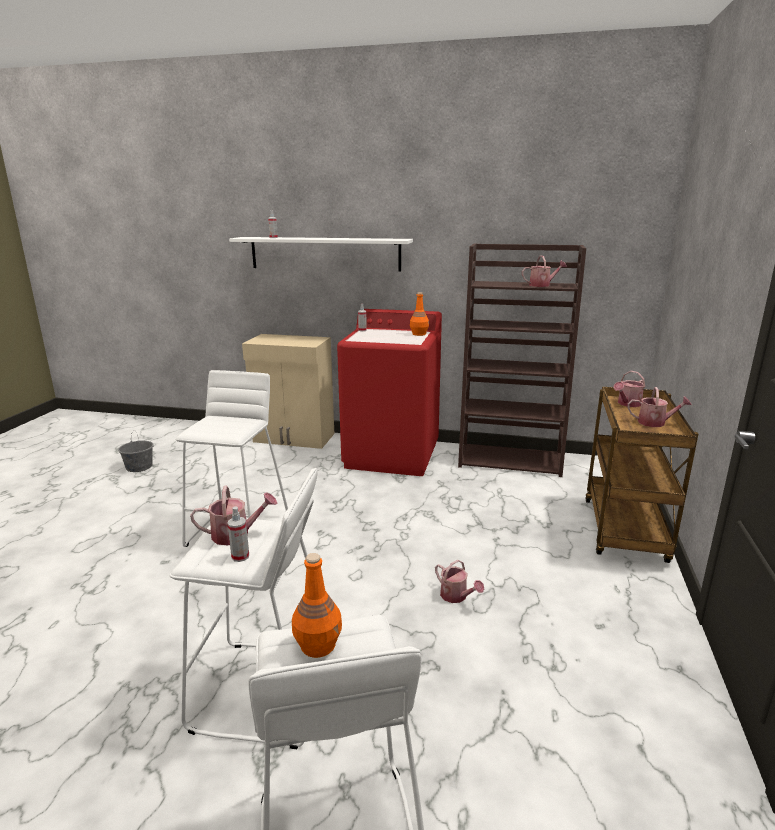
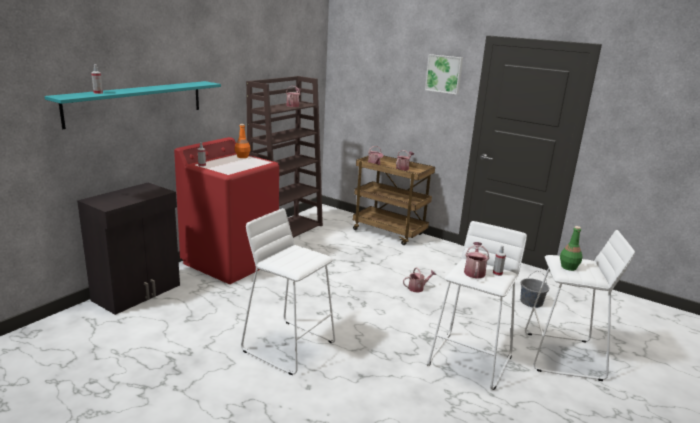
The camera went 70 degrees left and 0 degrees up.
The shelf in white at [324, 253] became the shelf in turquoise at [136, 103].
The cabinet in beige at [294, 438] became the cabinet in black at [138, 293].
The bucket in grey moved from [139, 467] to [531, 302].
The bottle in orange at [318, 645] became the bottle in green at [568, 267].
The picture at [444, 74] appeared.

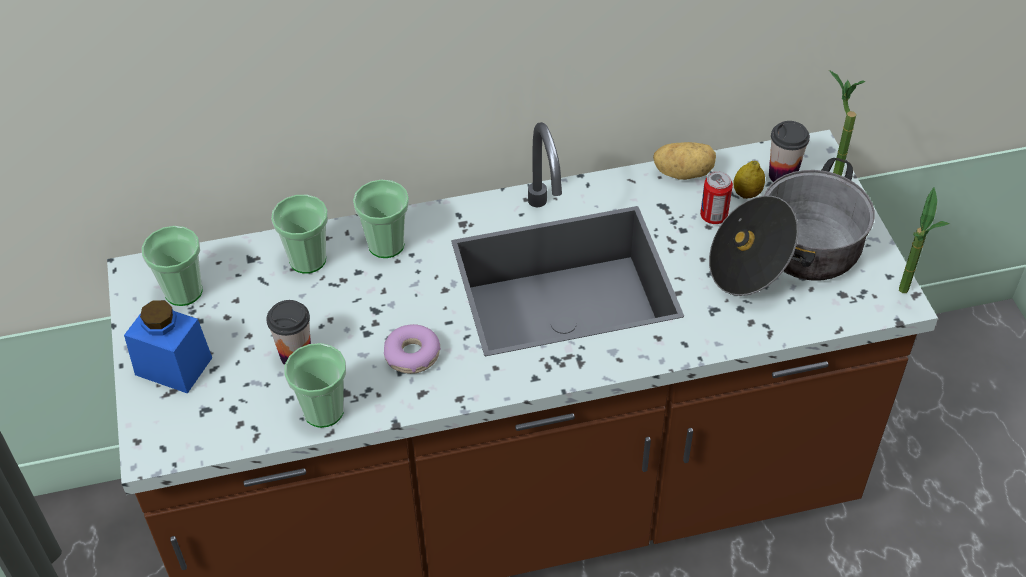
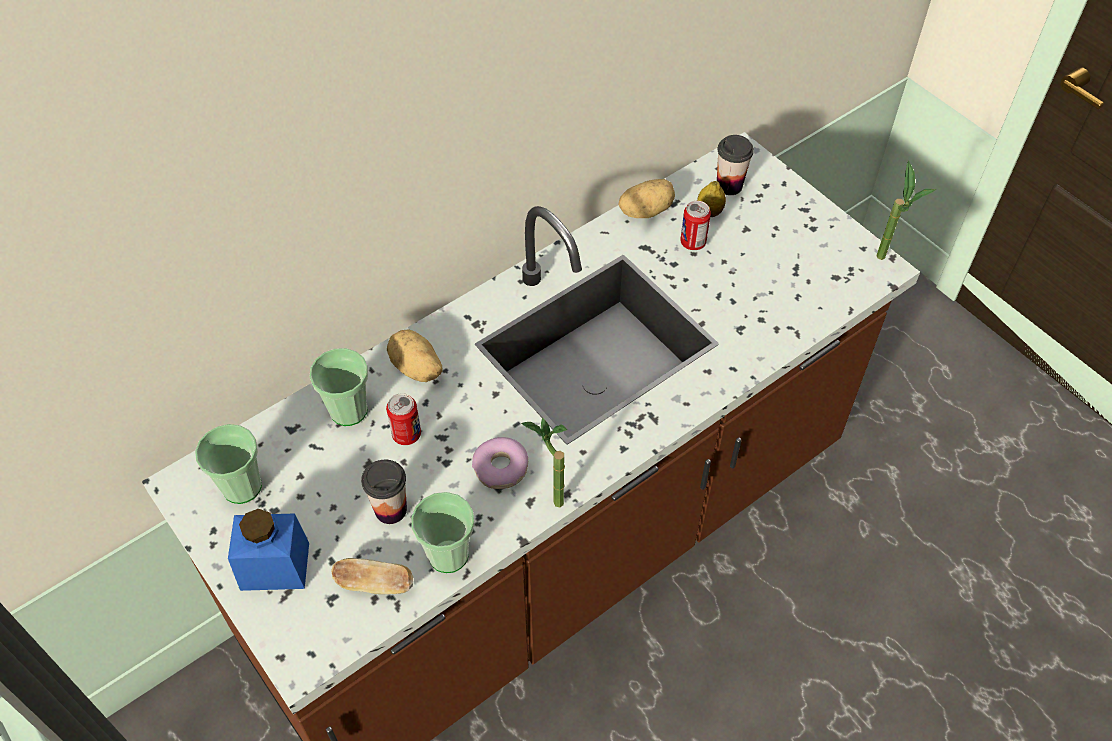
The camera went 25 degrees left and 5 degrees up.
The potted plant moved from [829, 169] to [548, 499].
The cooking pot at [787, 256] disappeared.
The cup at [386, 245] was replaced by the potato at [416, 369].
The can at [406, 434] appeared.
The bread at [375, 584] appeared.

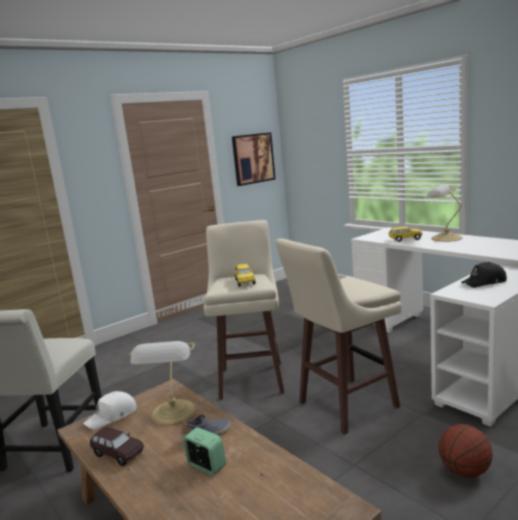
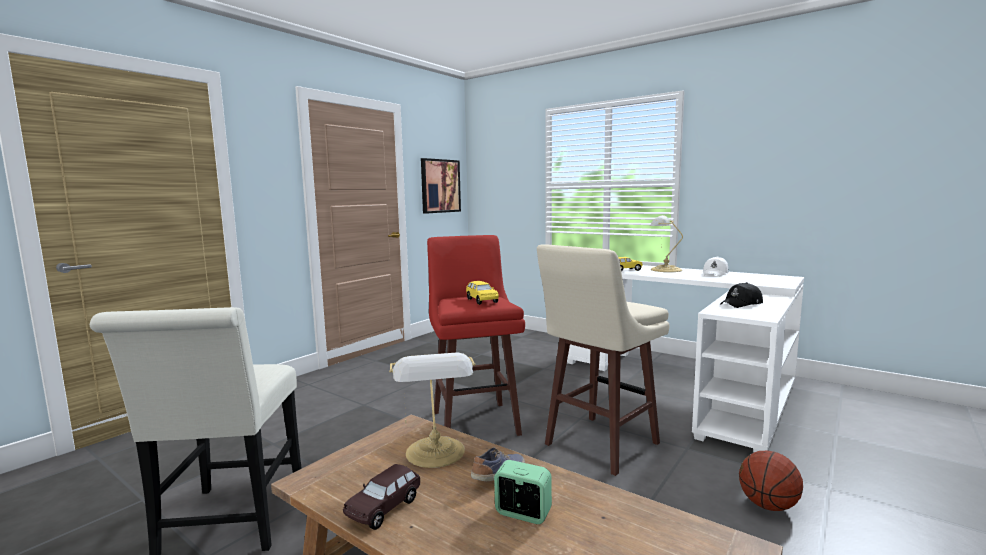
The camera went 15 degrees left and 5 degrees down.
The stool in beige at [252, 379] became the stool in red at [475, 422].
The cap in white moved from [112, 416] to [715, 273].
The toy car in brown at [118, 454] turned 105 degrees clockwise.

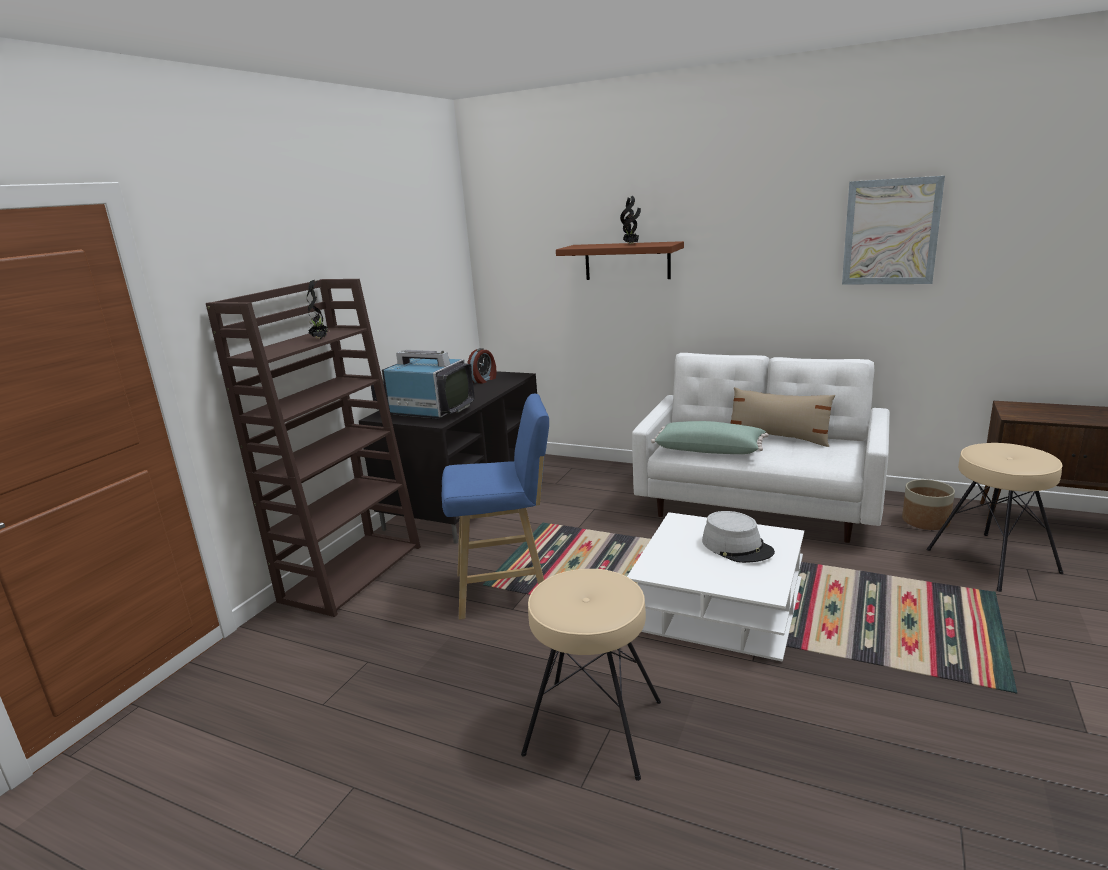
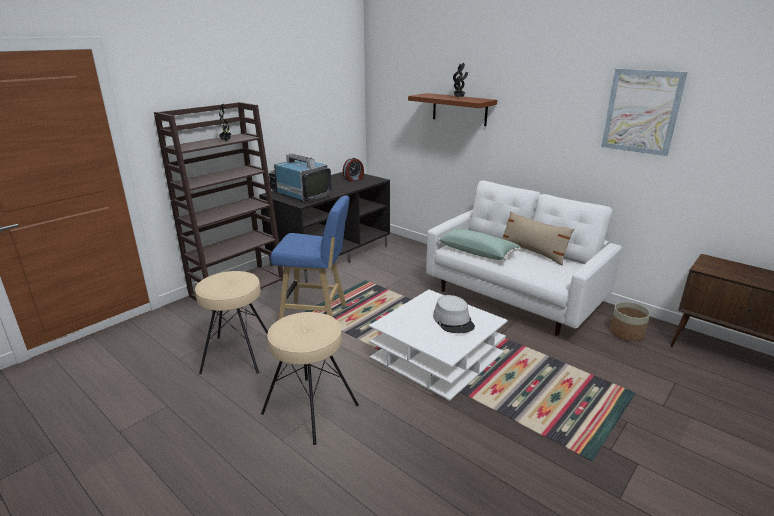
The camera went 15 degrees right and 5 degrees up.
The stool in beige moved from [992, 560] to [237, 354].

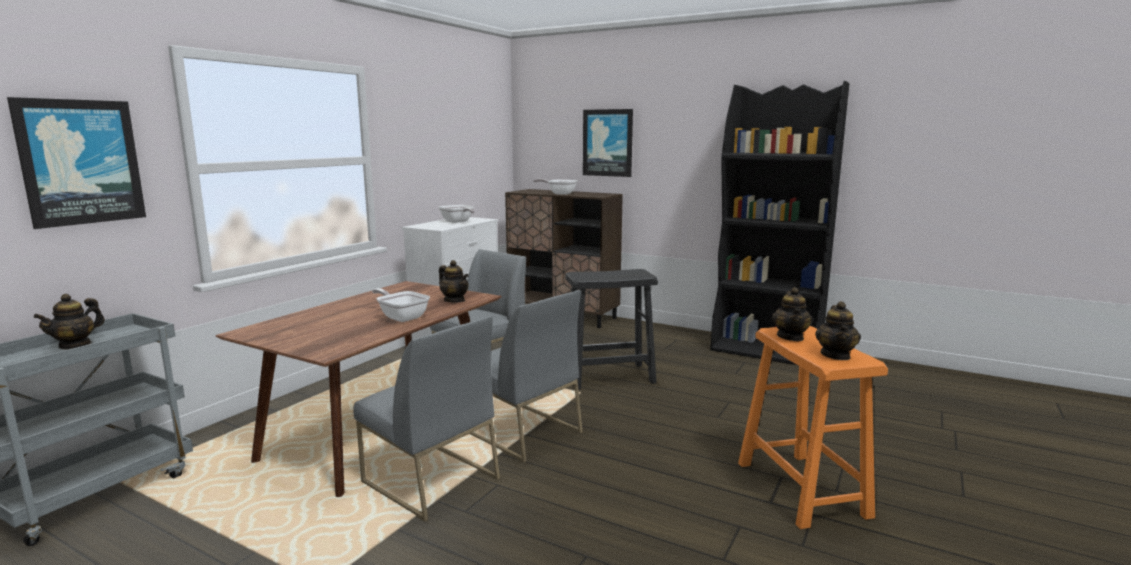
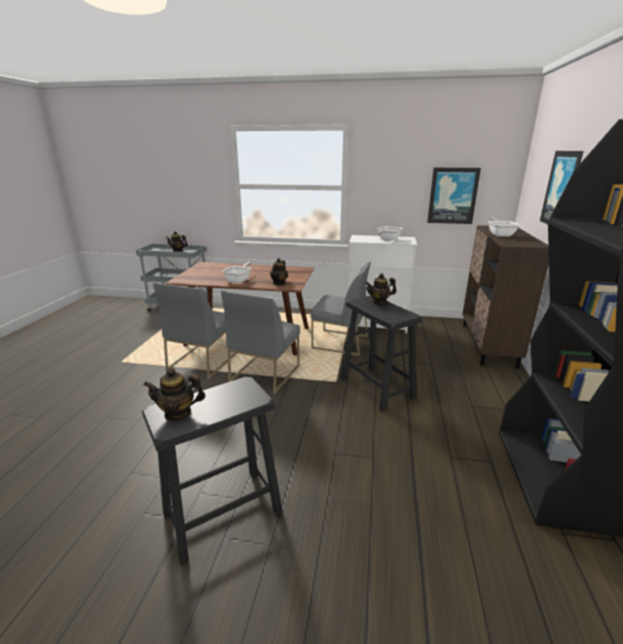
The camera went 70 degrees right and 10 degrees up.
The picture moved from [80, 162] to [452, 196].
The teapot moved from [790, 337] to [379, 302].
The stool in orange at [801, 488] became the stool in black at [223, 512].

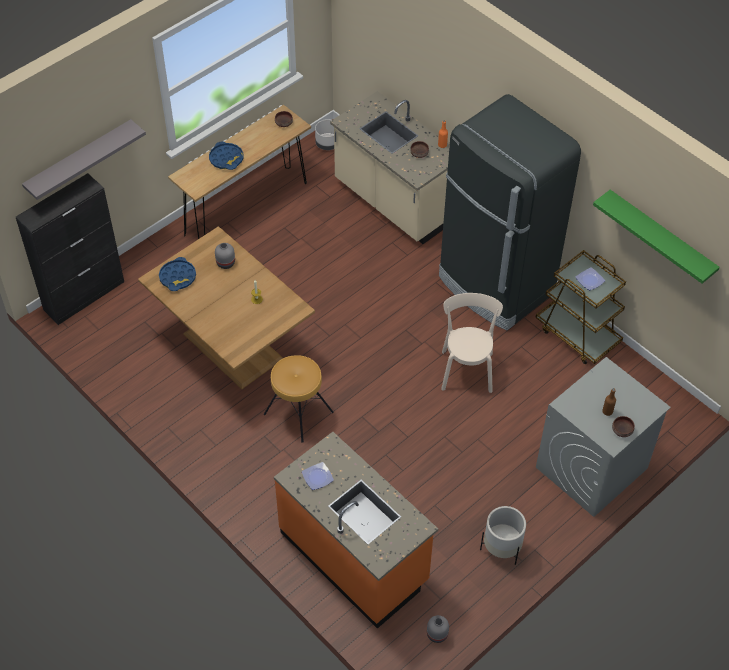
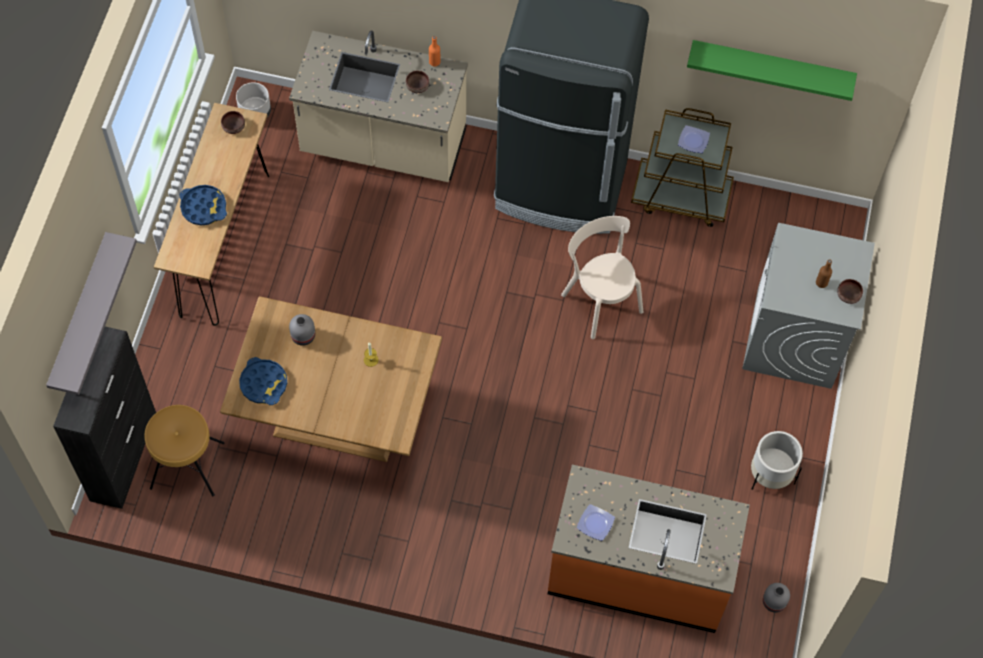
The camera went 35 degrees left and 10 degrees up.
The stool in brown moved from [298, 413] to [187, 466].

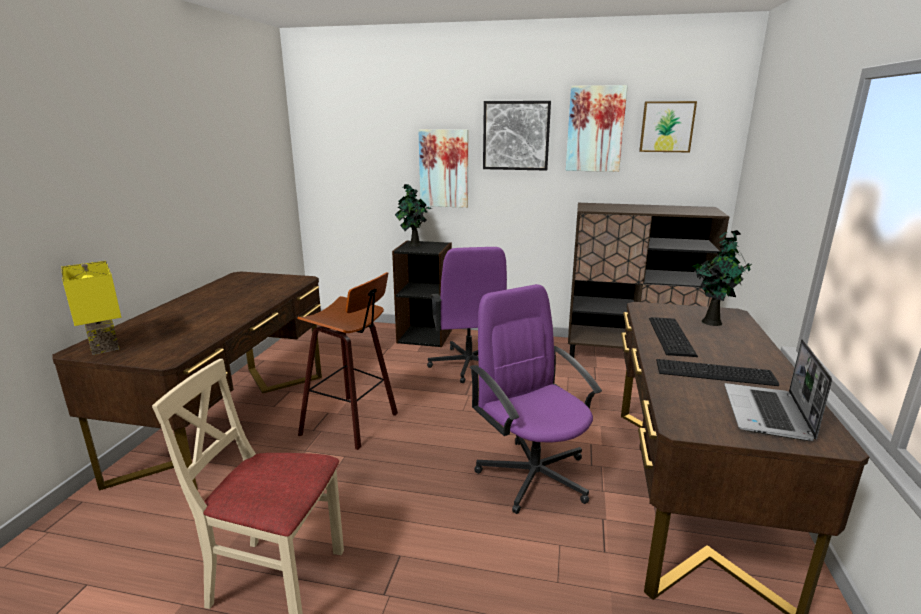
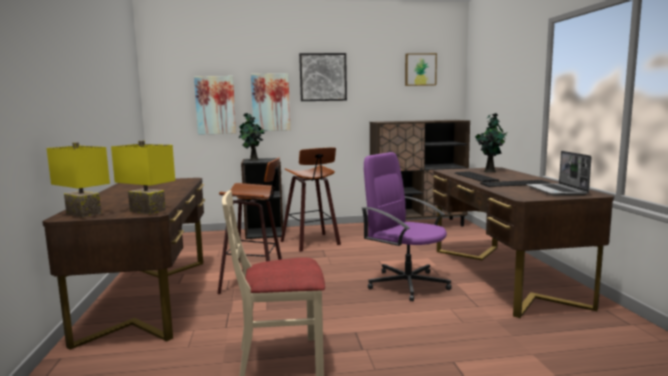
The camera went 20 degrees left and 10 degrees down.
The picture moved from [595, 129] to [215, 105].
The office chair in purple at [468, 365] was replaced by the stool at [312, 243].
The table lamp in yellow at [149, 210] appeared.

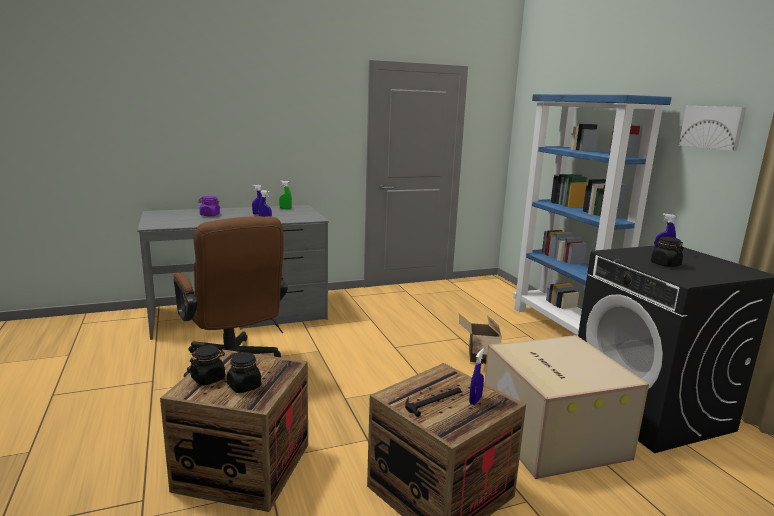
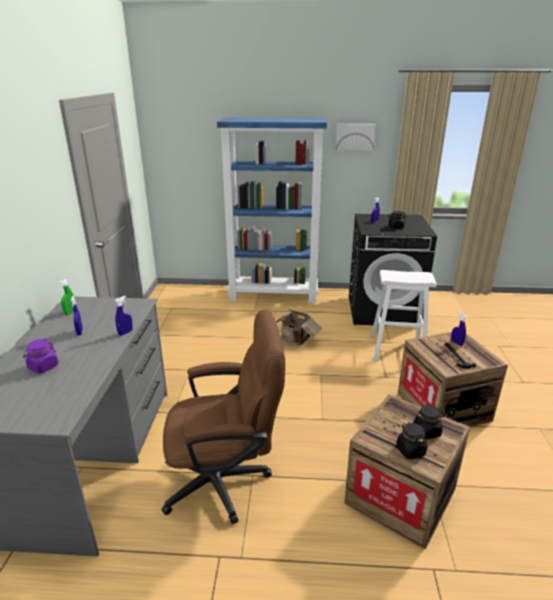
The camera went 65 degrees left and 10 degrees up.
The cardboard box at [550, 434] was replaced by the stool in white at [397, 349].

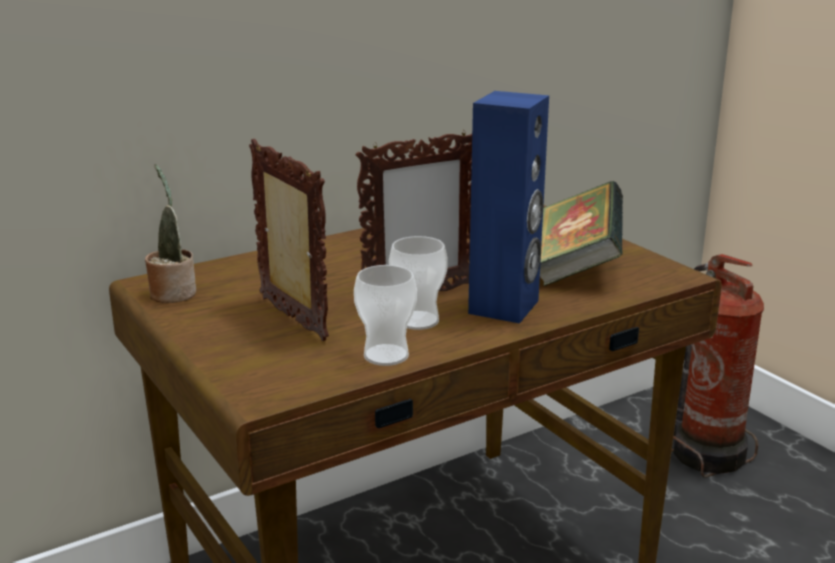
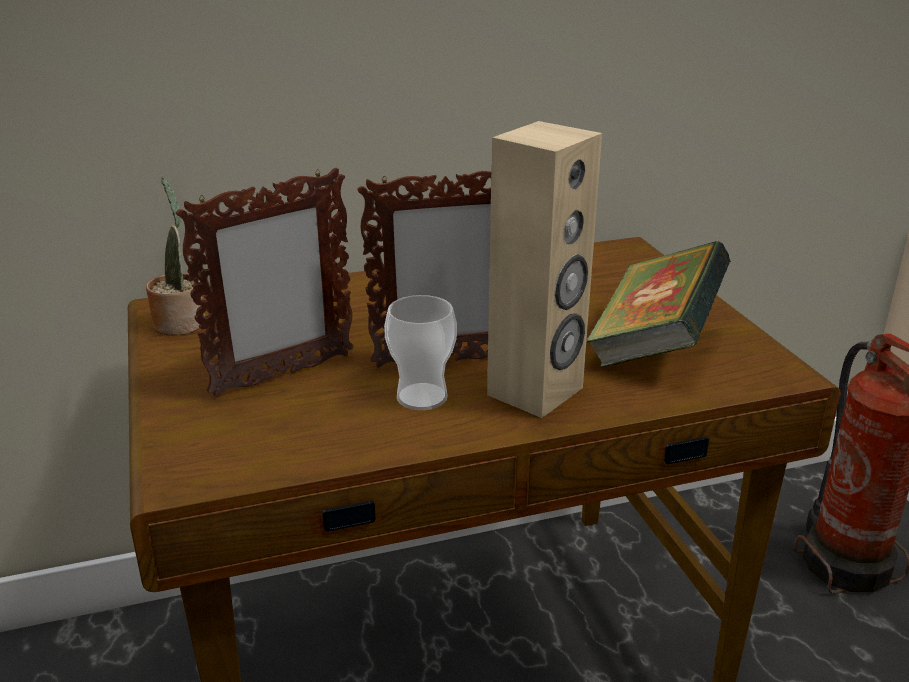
The camera went 15 degrees right and 5 degrees up.
The speaker in blue at [505, 307] became the speaker in beige at [536, 392].
The picture frame at [292, 319] turned 75 degrees clockwise.
The cup at [386, 355] disappeared.

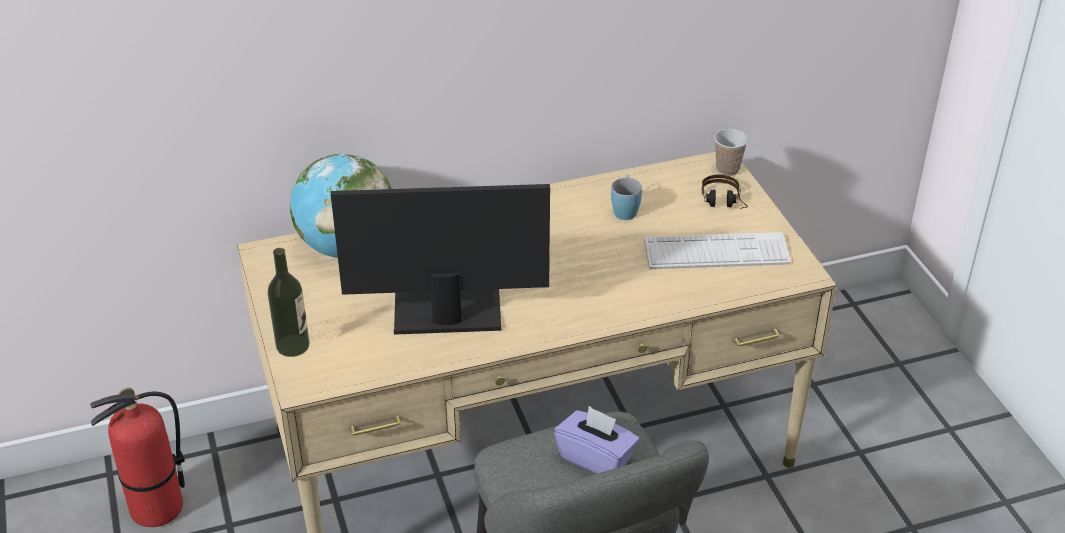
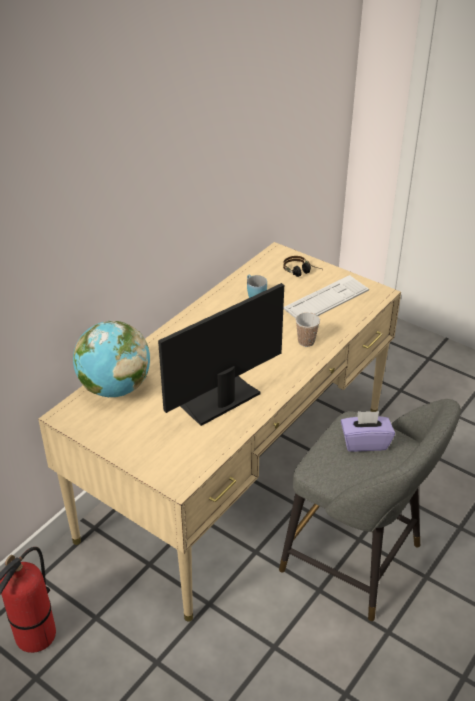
The camera went 35 degrees left and 0 degrees up.
The cup moved from [727, 169] to [306, 342].
The bottle at [292, 345] disappeared.

